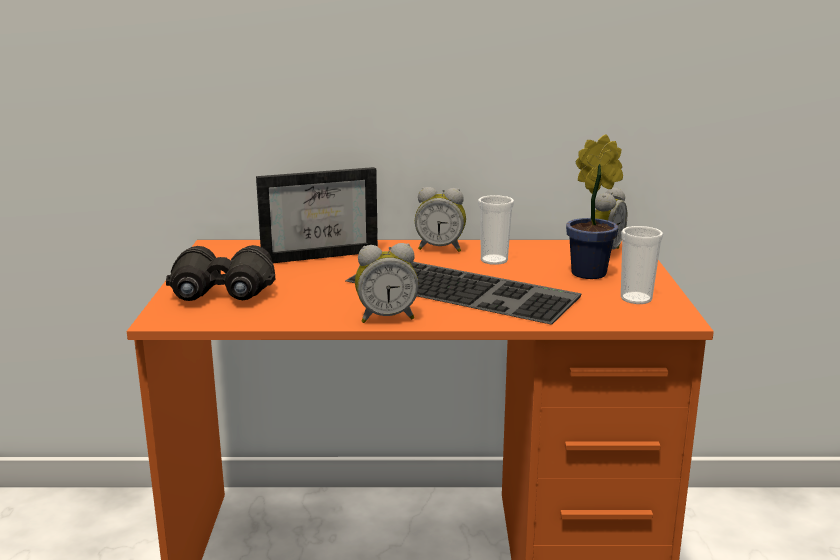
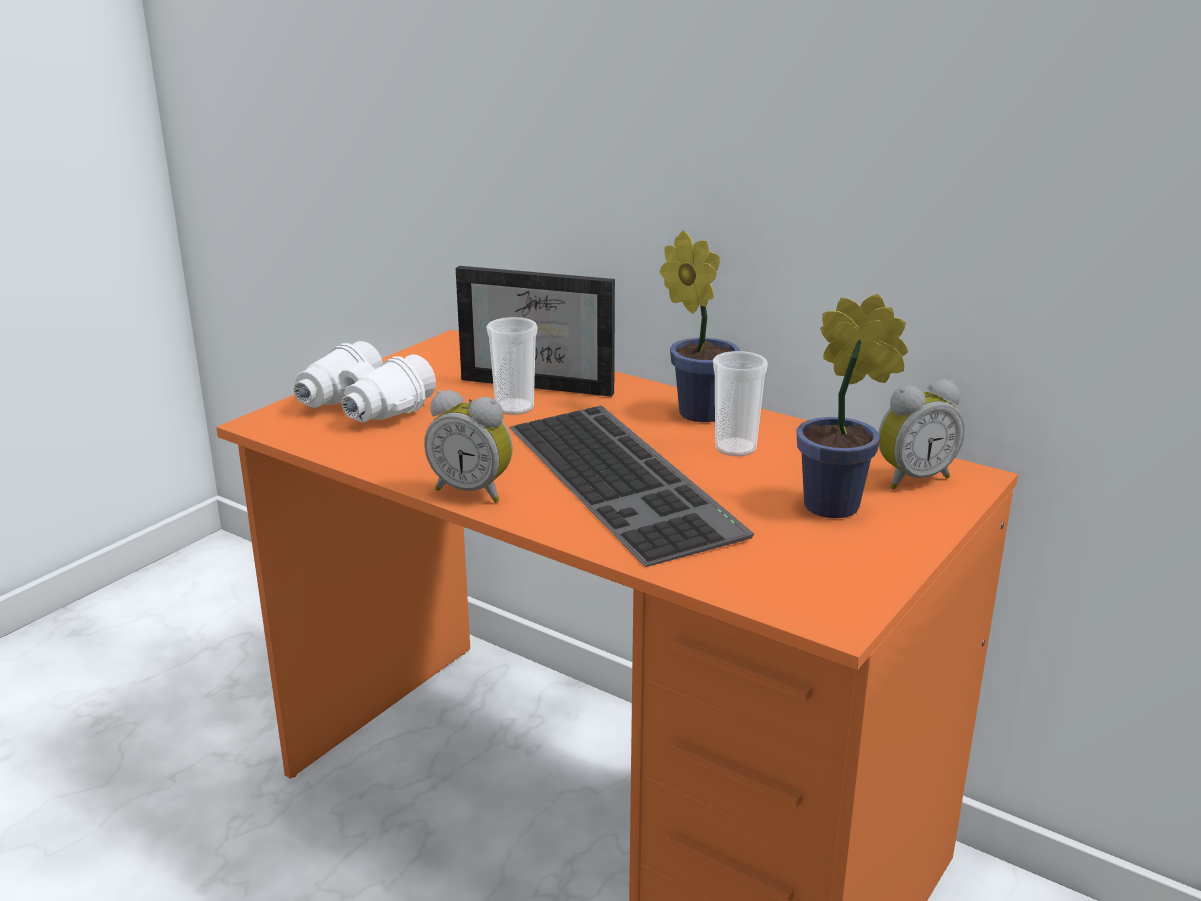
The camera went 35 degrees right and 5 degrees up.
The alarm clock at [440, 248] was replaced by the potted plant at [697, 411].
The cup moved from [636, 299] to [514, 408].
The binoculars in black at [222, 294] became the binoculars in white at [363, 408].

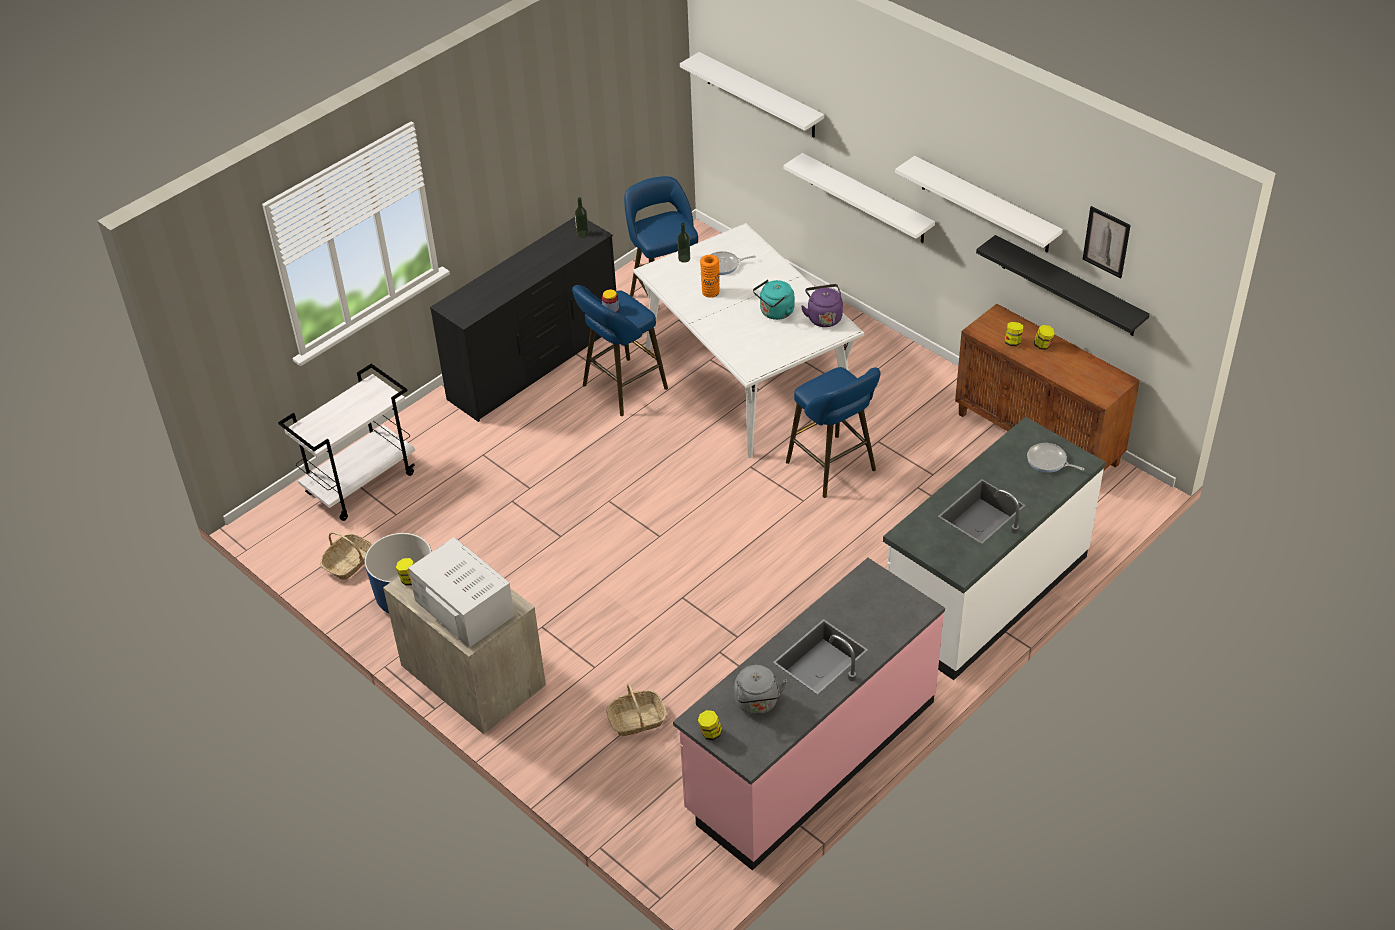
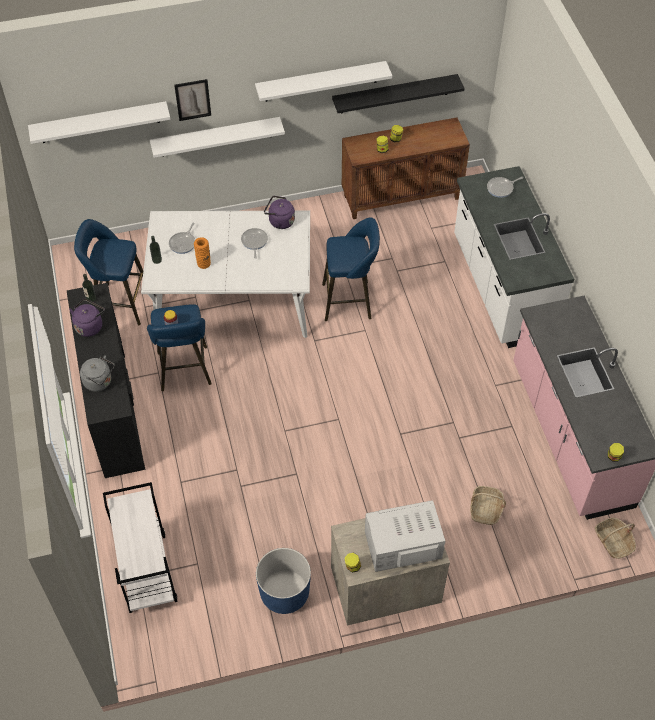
The camera went 60 degrees left and 10 degrees up.
The picture moved from [1106, 242] to [193, 99].
The kettle in turquoise at [775, 313] was replaced by the frying pan at [254, 242].
The basket moved from [349, 563] to [613, 542].
The kettle in grey moved from [757, 704] to [100, 382].
The kettle in purple at [90, 326] appeared.

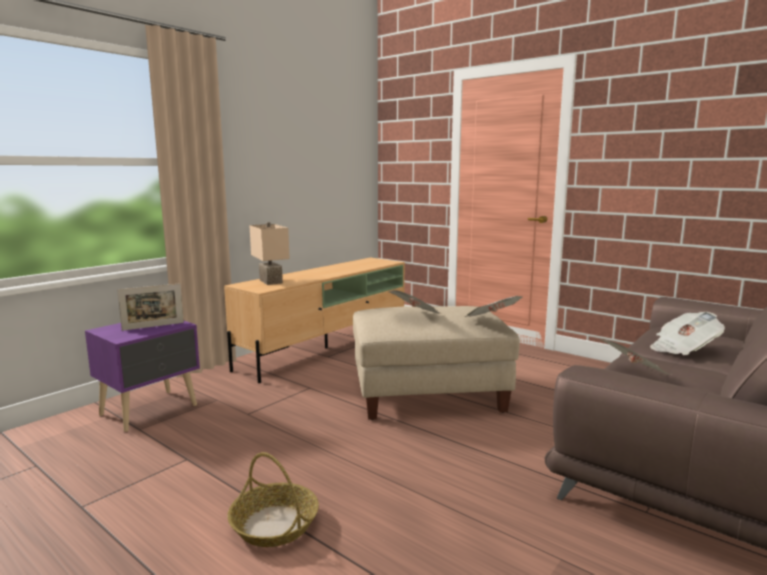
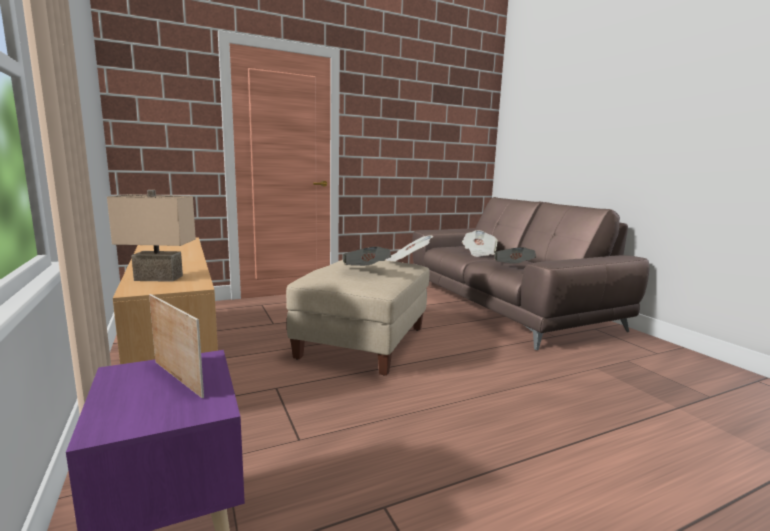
The camera went 65 degrees left and 0 degrees up.
The picture frame at [153, 326] turned 45 degrees counterclockwise.
The basket at [275, 524] disappeared.

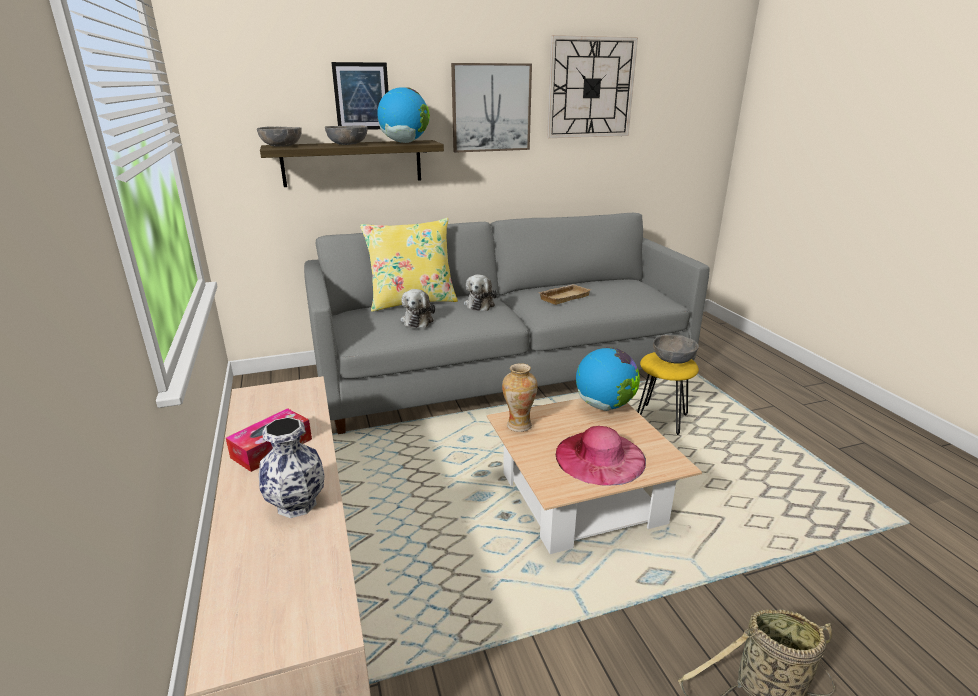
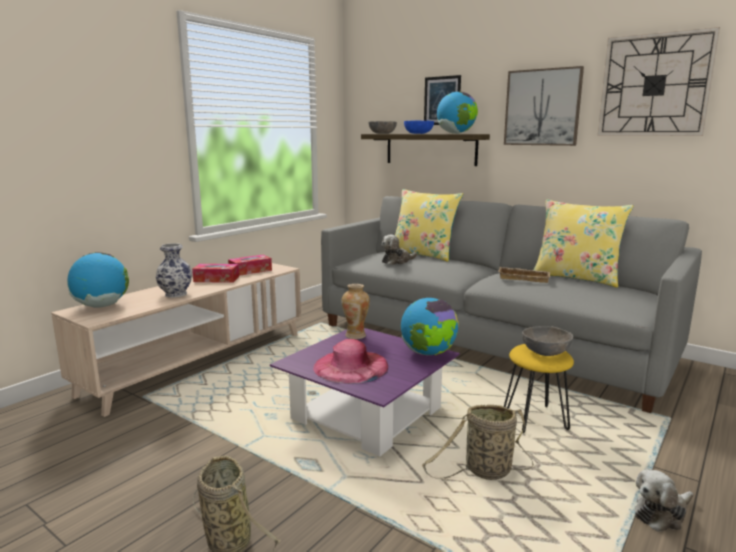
The camera went 55 degrees right and 10 degrees down.
The bowl in grey at [348, 144] became the bowl in blue at [418, 133].
The plush toy moved from [480, 304] to [661, 514].
The coffee table in beige at [581, 498] became the coffee table in purple at [367, 414].
The pillow in yellow at [576, 278] appeared.
The globe at [102, 306] appeared.
The tissue box at [250, 271] appeared.
The basket at [484, 472] appeared.

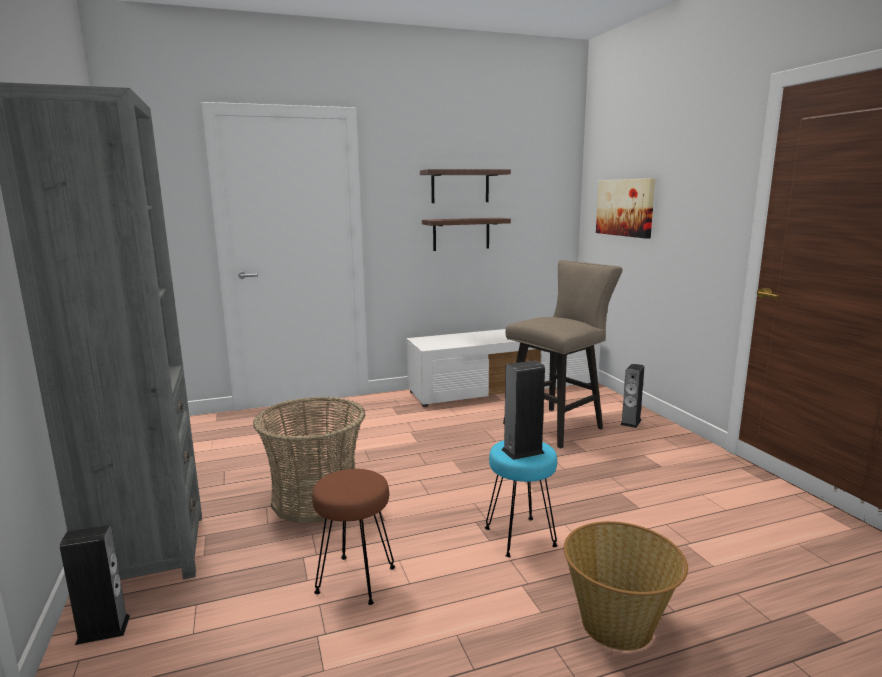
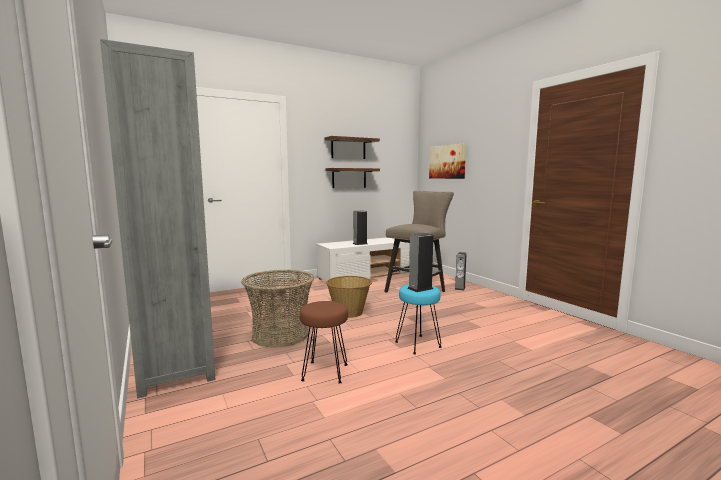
The camera went 10 degrees left and 5 degrees down.
The basket moved from [618, 625] to [349, 313].
The speaker moved from [103, 629] to [360, 243].

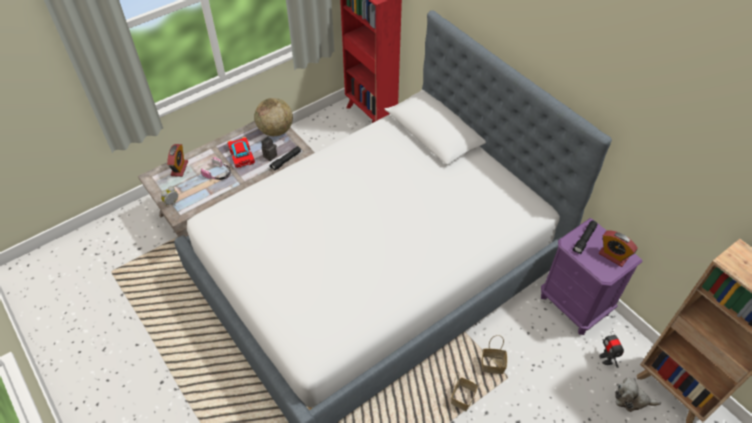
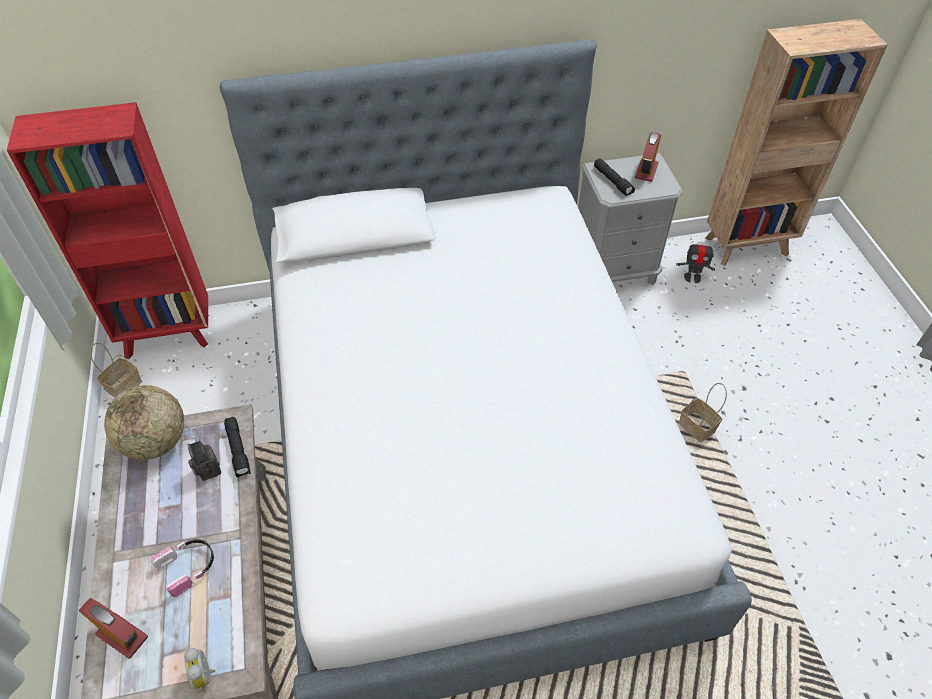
The camera went 65 degrees left and 0 degrees up.
The toy car at [241, 155] disappeared.
The nightstand in purple at [574, 305] became the nightstand in grey at [614, 270].
The alarm clock at [613, 256] turned 135 degrees clockwise.
The basket moved from [491, 366] to [124, 387].
The plush toy at [632, 399] disappeared.

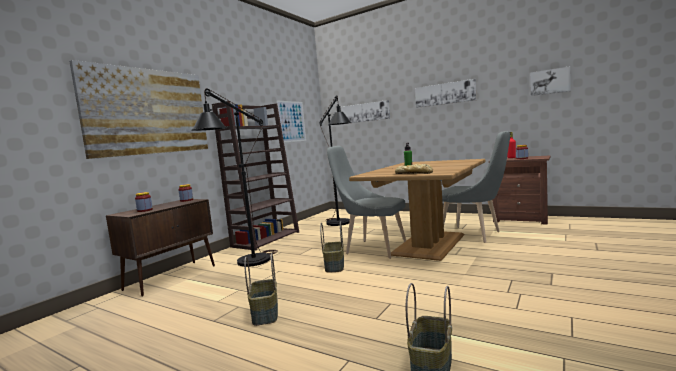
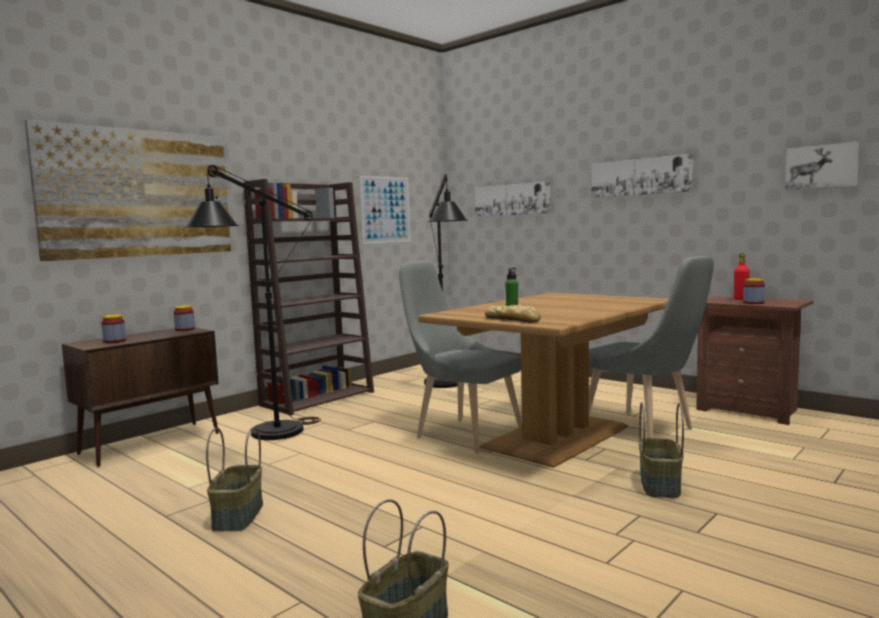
The camera went 10 degrees right and 0 degrees up.
The basket moved from [334, 266] to [658, 484].

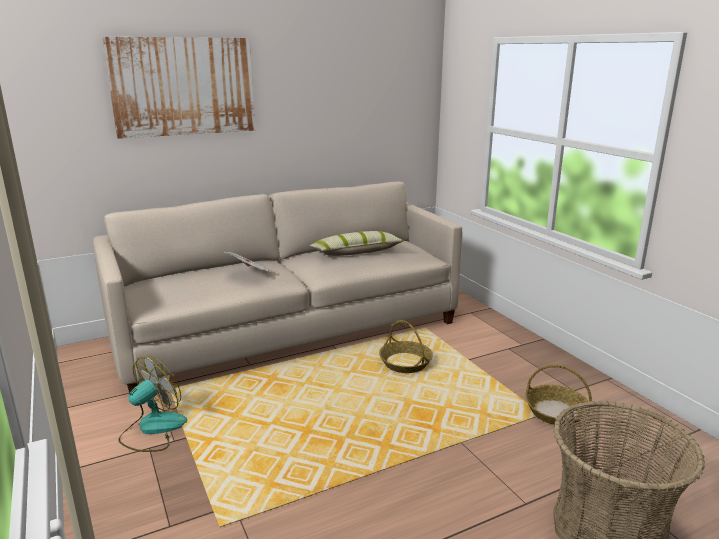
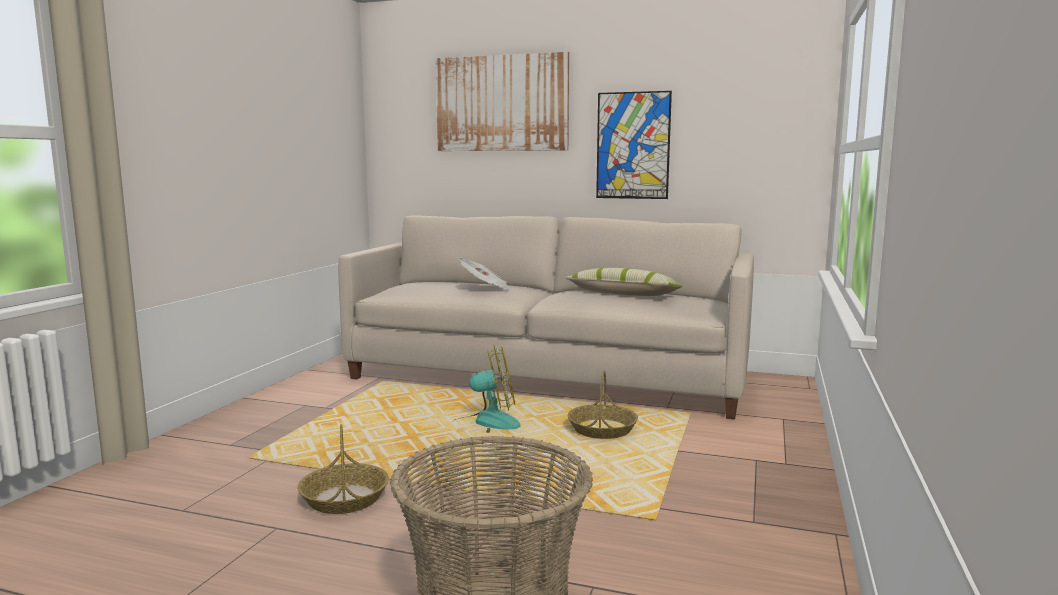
The camera went 45 degrees right and 10 degrees down.
The fan moved from [152, 429] to [486, 424].
The basket moved from [555, 412] to [344, 498].
The picture at [633, 145] appeared.

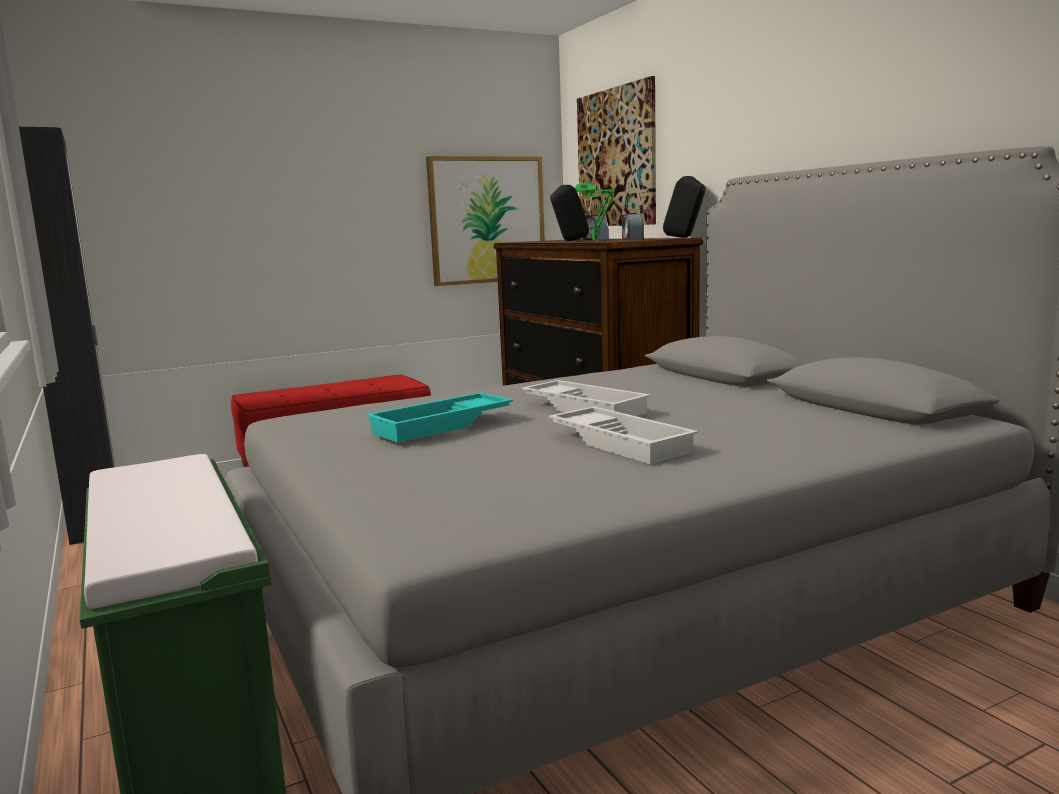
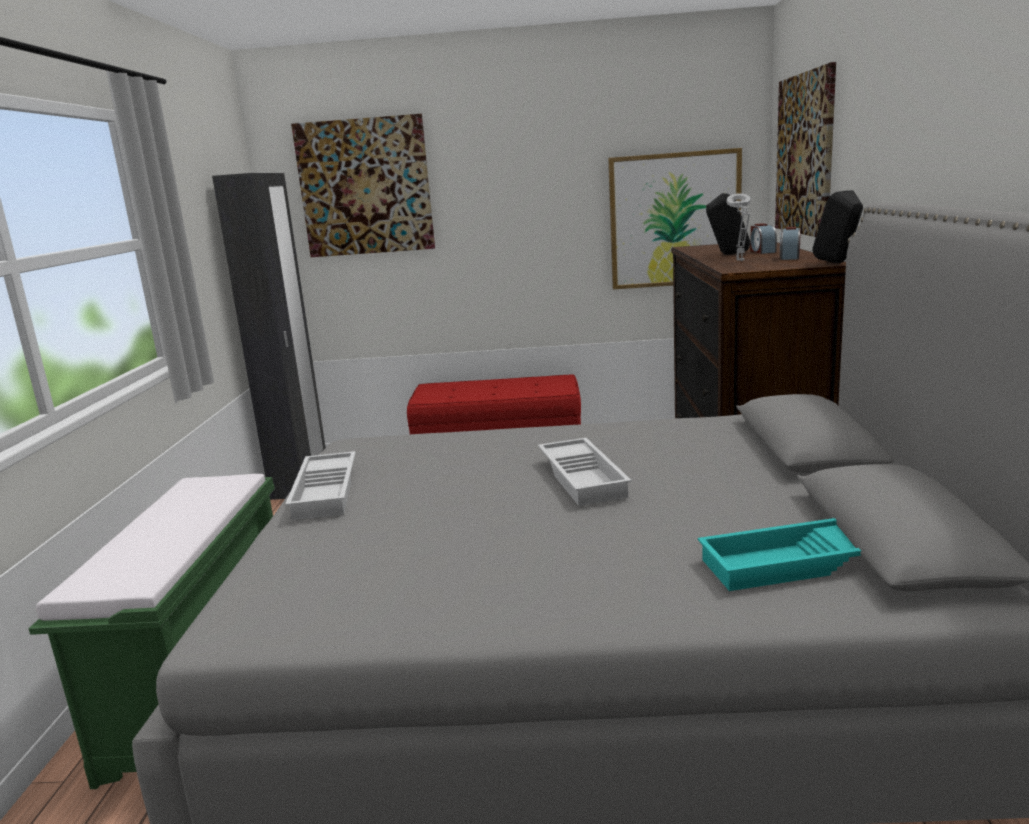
The camera went 30 degrees right and 5 degrees up.
The table lamp in green at [597, 240] became the table lamp in grey at [740, 261].
The tray in turquoise moved from [442, 425] to [793, 564].
The tray in white moved from [622, 443] to [327, 492].
The picture at [365, 187] appeared.

